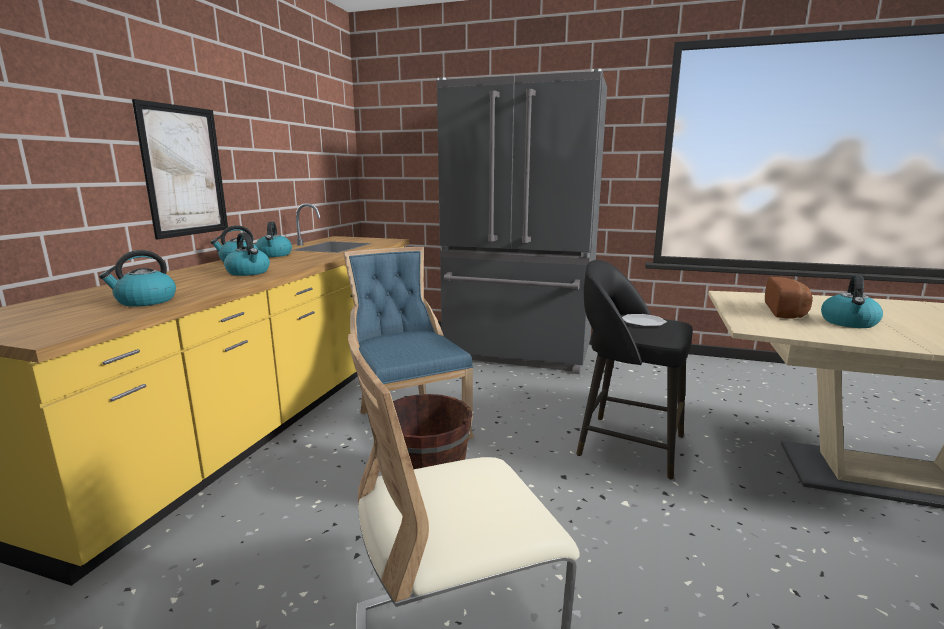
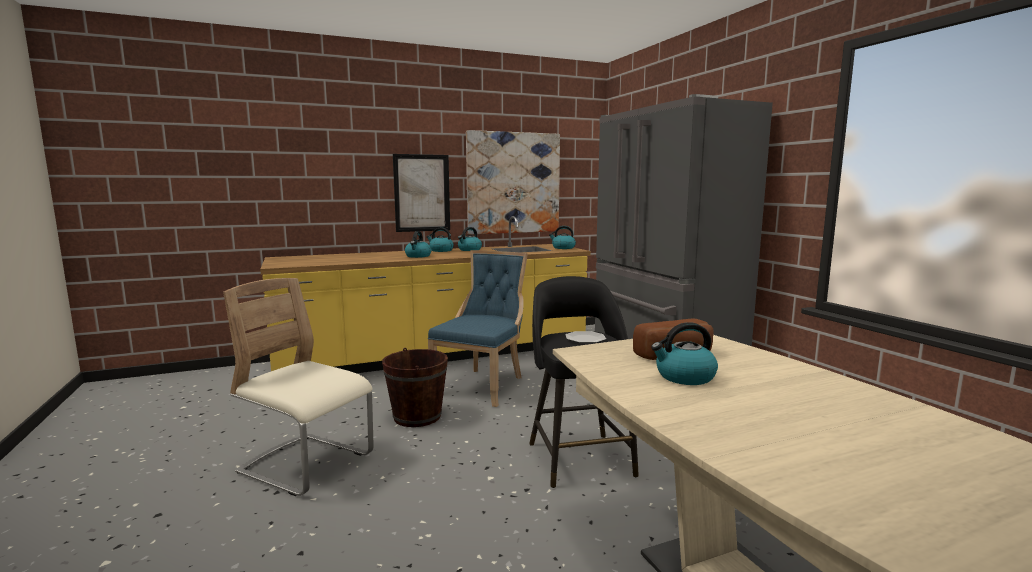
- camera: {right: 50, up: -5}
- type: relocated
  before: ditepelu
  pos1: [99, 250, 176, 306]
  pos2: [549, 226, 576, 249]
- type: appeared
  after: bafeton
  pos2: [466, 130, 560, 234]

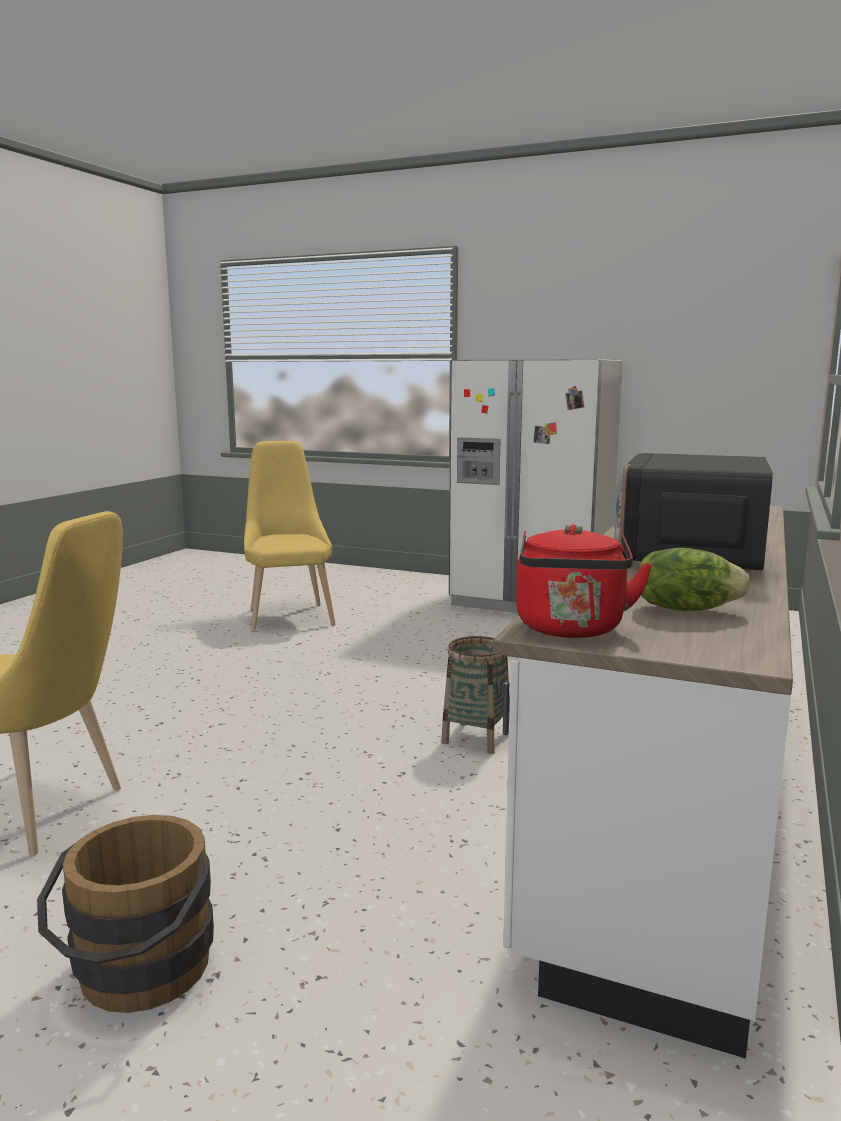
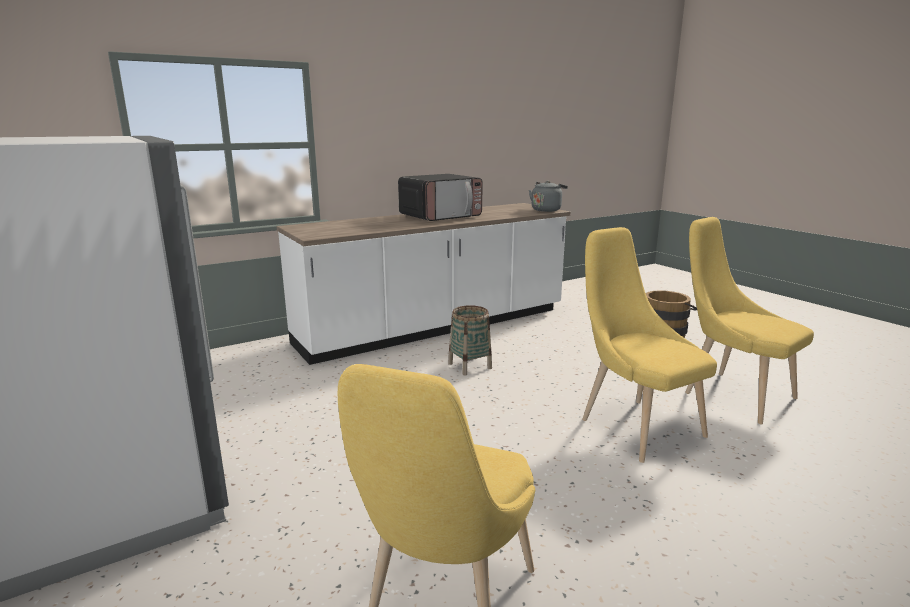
- camera: {right: -145, up: 5}
- type: colour
  before: red ditepelu
  after: grey ditepelu
  pos1: [516, 524, 653, 638]
  pos2: [529, 181, 568, 212]
- type: missing
  before: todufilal
  pos1: [638, 548, 750, 611]
- type: appeared
  after: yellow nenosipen
  pos2: [582, 227, 717, 463]

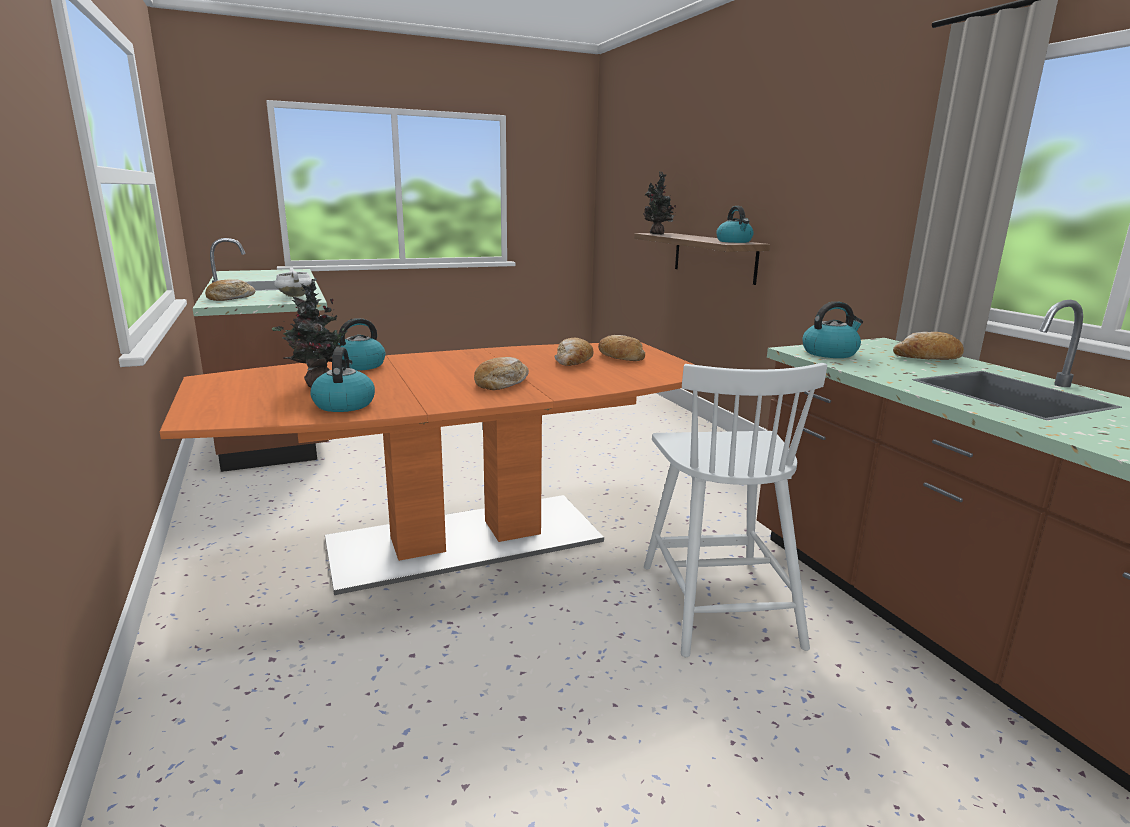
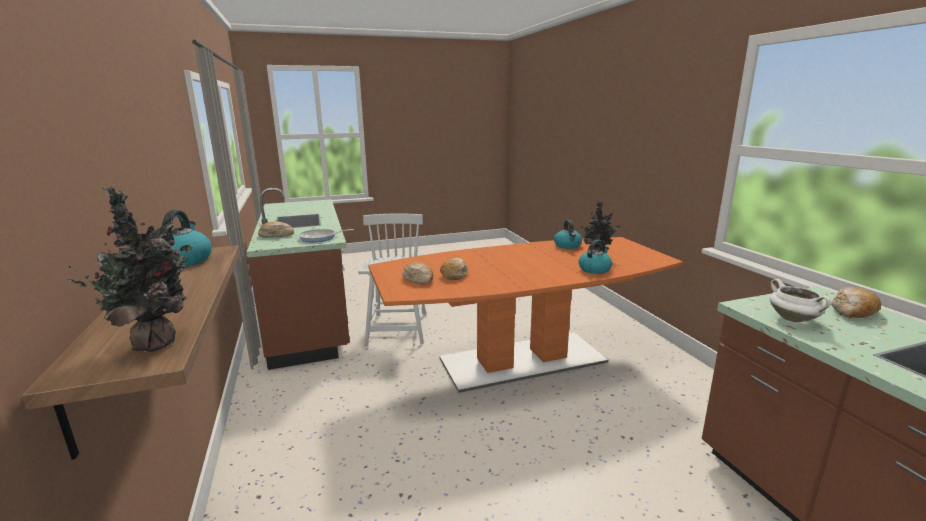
- camera: {right: -175, up: 0}
- type: missing
  before: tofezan
  pos1: [474, 357, 529, 390]
- type: exchanged
  before: ditepelu
  after: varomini
  pos1: [802, 301, 863, 358]
  pos2: [299, 229, 354, 242]

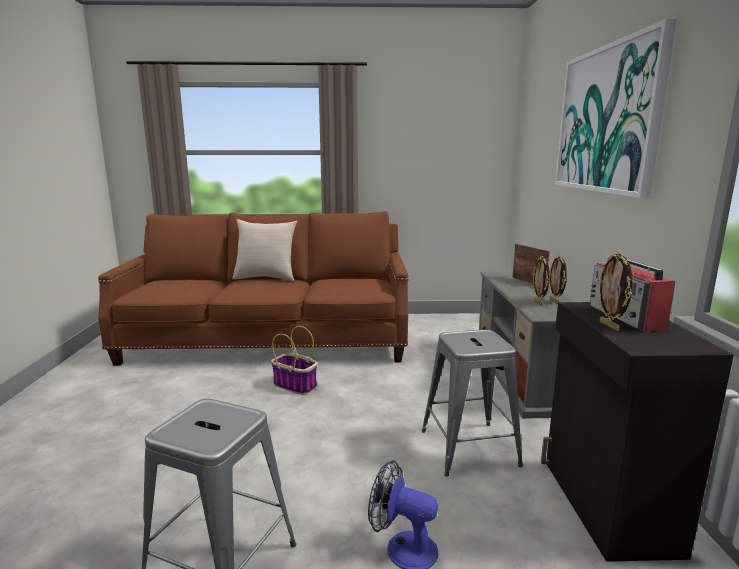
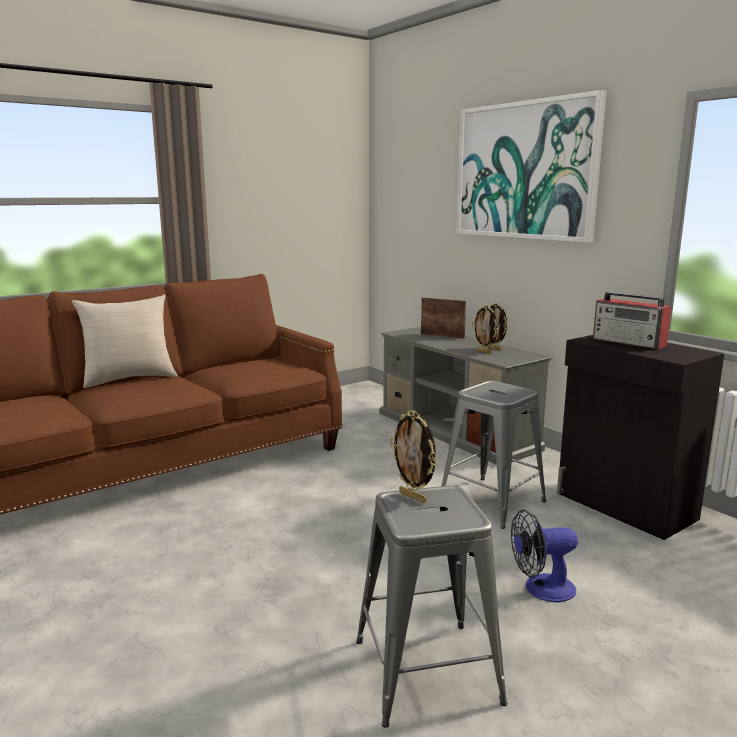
- camera: {right: -35, up: 0}
- type: missing
  before: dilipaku
  pos1: [271, 326, 318, 395]
- type: relocated
  before: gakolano
  pos1: [598, 251, 633, 331]
  pos2: [390, 410, 437, 503]

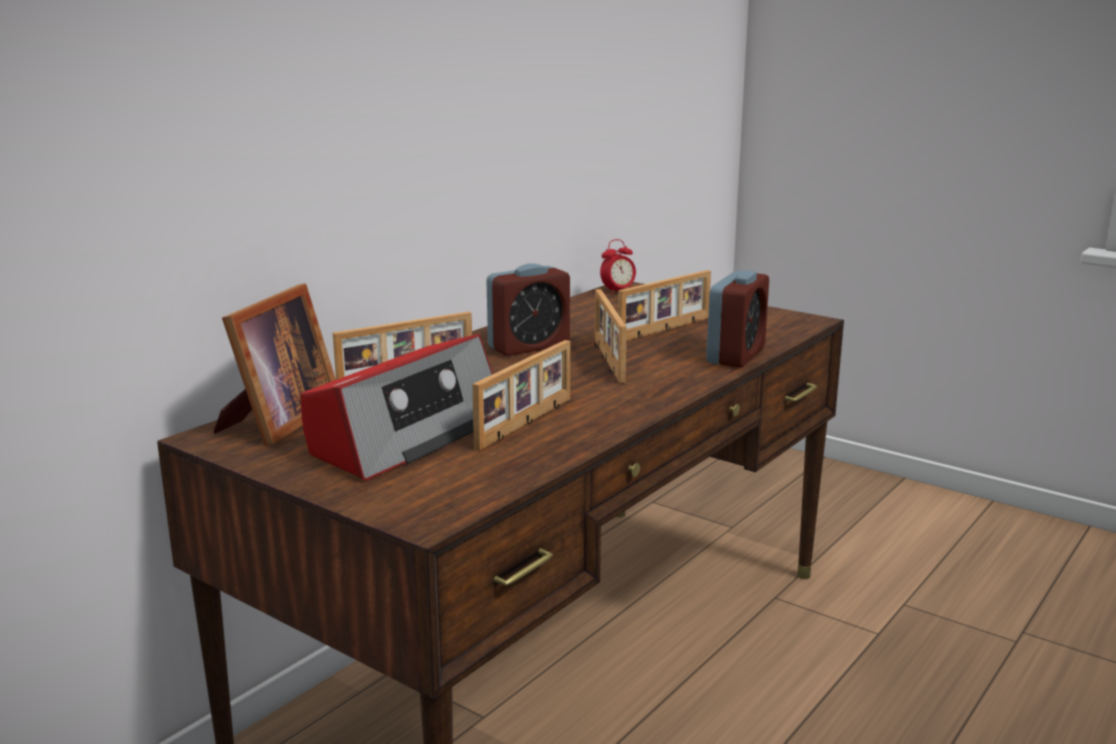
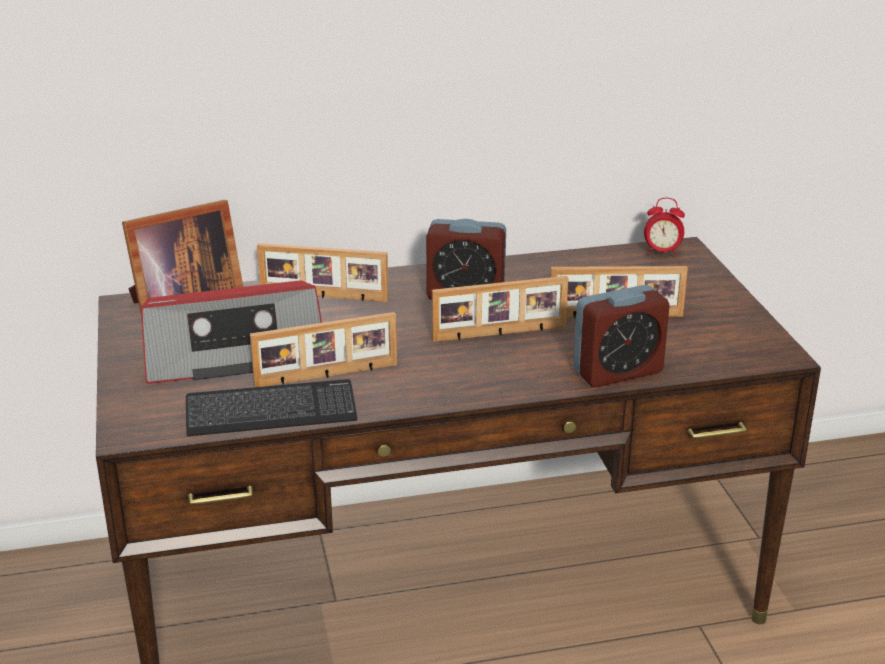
- camera: {right: 40, up: 10}
- type: spun
  before: gakolano
  pos1: [595, 289, 627, 383]
  pos2: [432, 276, 569, 342]
  turn: -135
- type: appeared
  after: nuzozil
  pos2: [186, 379, 357, 436]

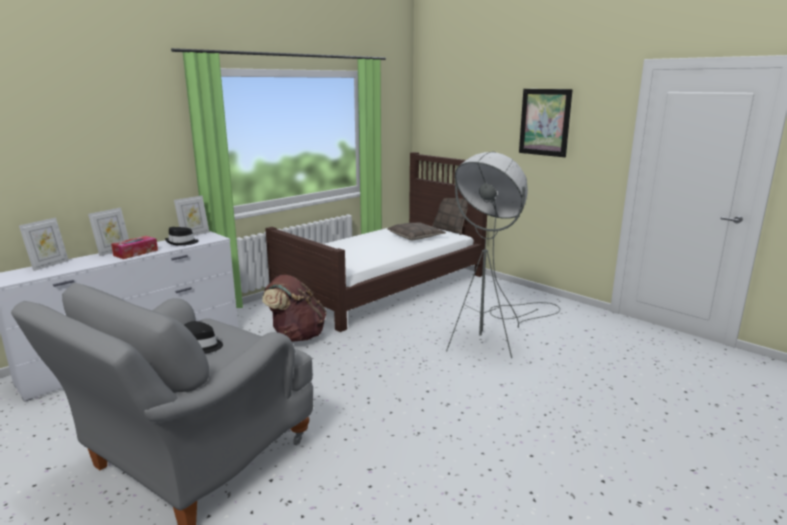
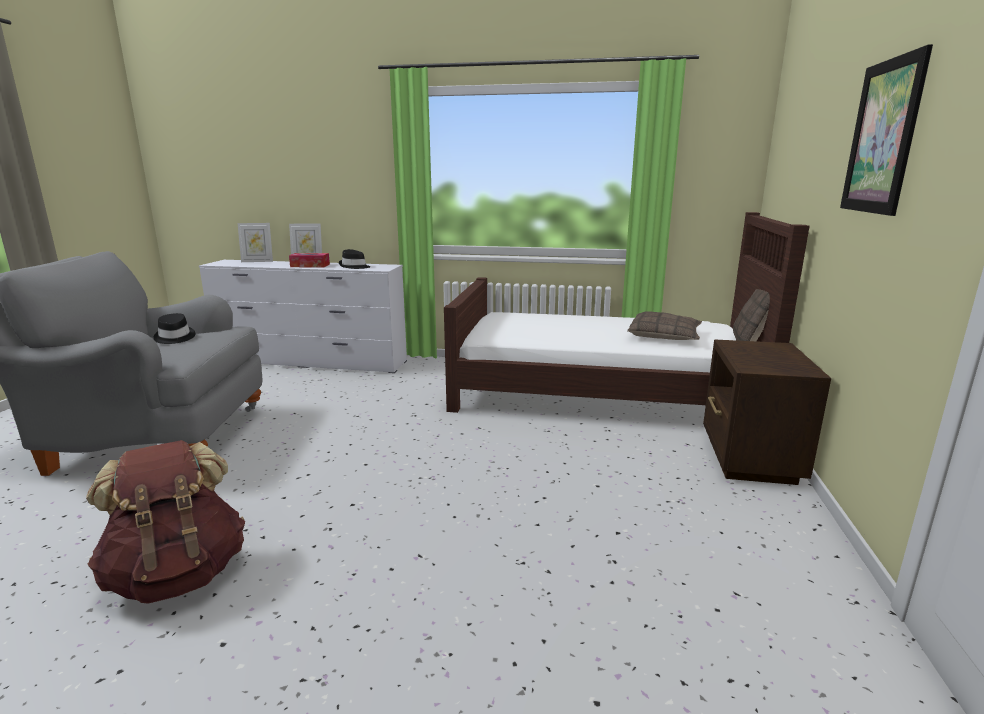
- camera: {right: 55, up: 0}
- type: missing
  before: gakolano
  pos1: [174, 195, 209, 236]
- type: relocated
  before: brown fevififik
  pos1: [262, 275, 326, 342]
  pos2: [86, 440, 245, 604]
- type: missing
  before: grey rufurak
  pos1: [446, 152, 560, 358]
- type: appeared
  after: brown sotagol
  pos2: [703, 340, 831, 485]

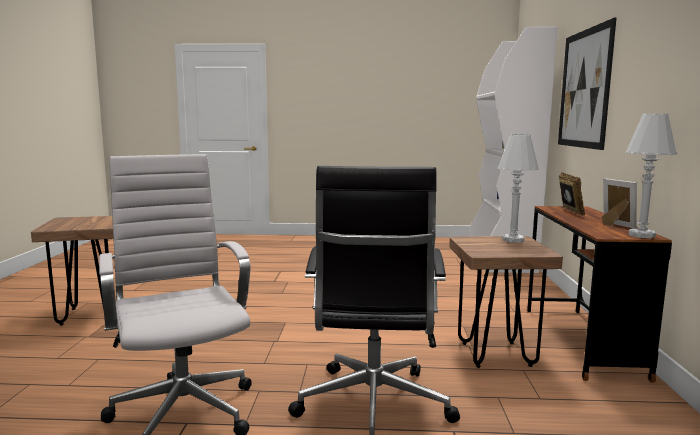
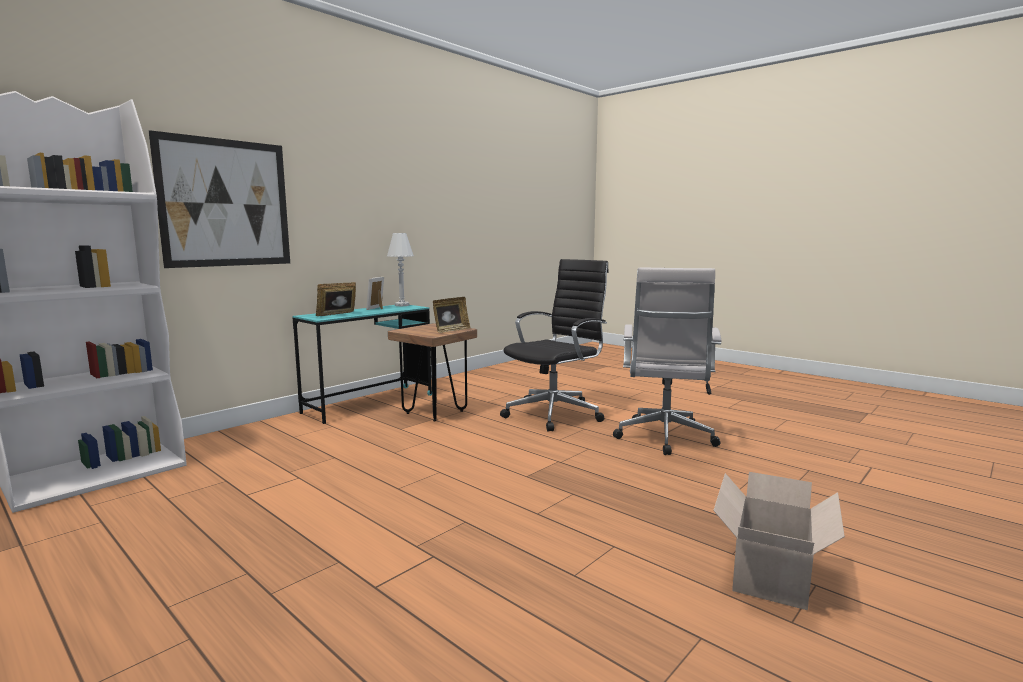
- camera: {right: -140, up: 0}
- type: exchanged
  before: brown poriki
  after: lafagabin
  pos1: [31, 216, 113, 326]
  pos2: [713, 472, 845, 610]
- type: missing
  before: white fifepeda
  pos1: [498, 134, 539, 243]
- type: colour
  before: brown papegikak
  after: turquoise papegikak
  pos1: [527, 206, 672, 383]
  pos2: [293, 305, 432, 424]
- type: appeared
  after: gakolano
  pos2: [433, 297, 471, 333]

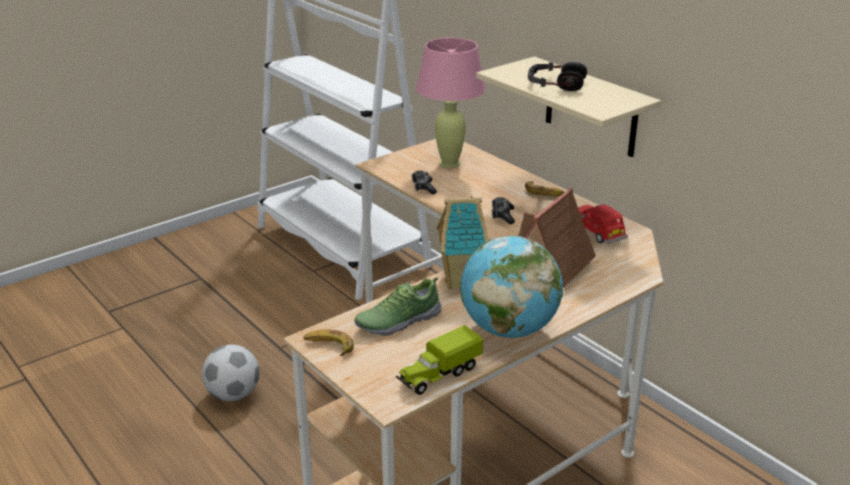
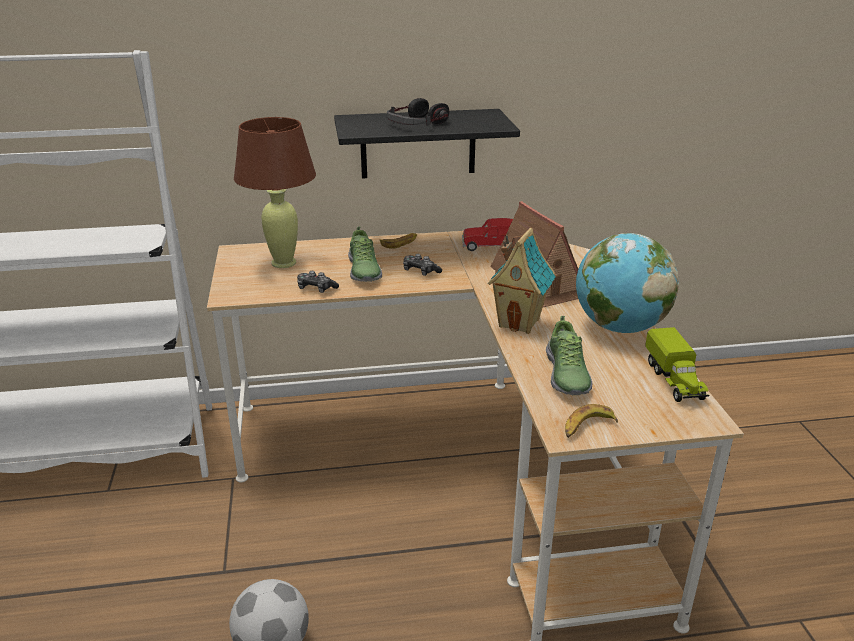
- camera: {right: -60, up: 0}
- type: colour
  before: pink fifepeda
  after: brown fifepeda
  pos1: [416, 37, 486, 168]
  pos2: [234, 117, 316, 268]
- type: colour
  before: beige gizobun
  after: black gizobun
  pos1: [476, 57, 661, 157]
  pos2: [334, 109, 520, 178]
- type: appeared
  after: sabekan
  pos2: [348, 226, 382, 282]

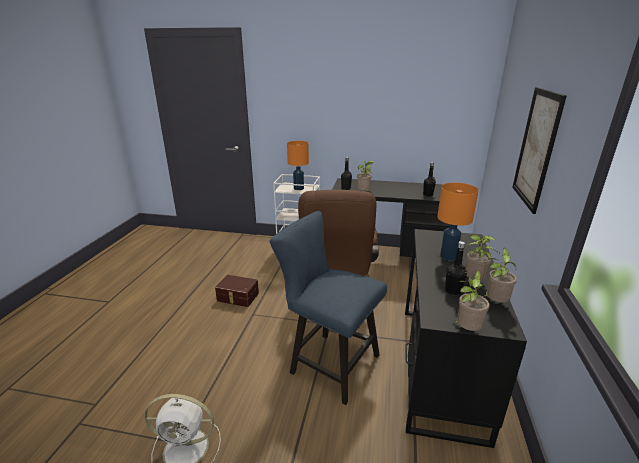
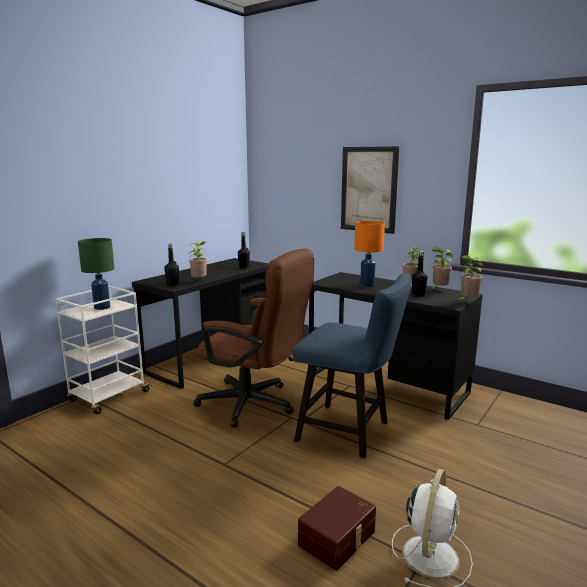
- camera: {right: -65, up: -10}
- type: relocated
  before: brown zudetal
  pos1: [215, 275, 259, 307]
  pos2: [298, 486, 376, 571]
- type: spun
  before: blue nenosipen
  pos1: [270, 211, 387, 405]
  pos2: [292, 273, 411, 459]
  turn: -120
- type: colour
  before: orange fifepeda
  after: green fifepeda
  pos1: [287, 141, 309, 190]
  pos2: [78, 238, 114, 310]

